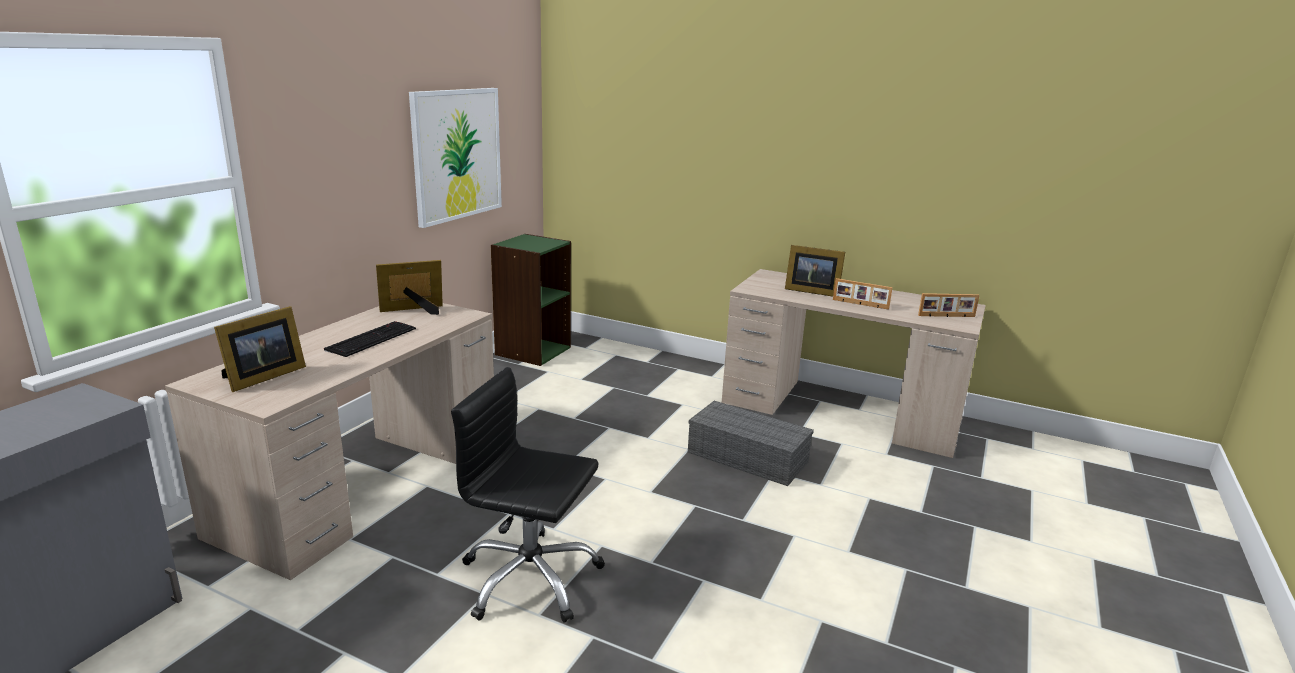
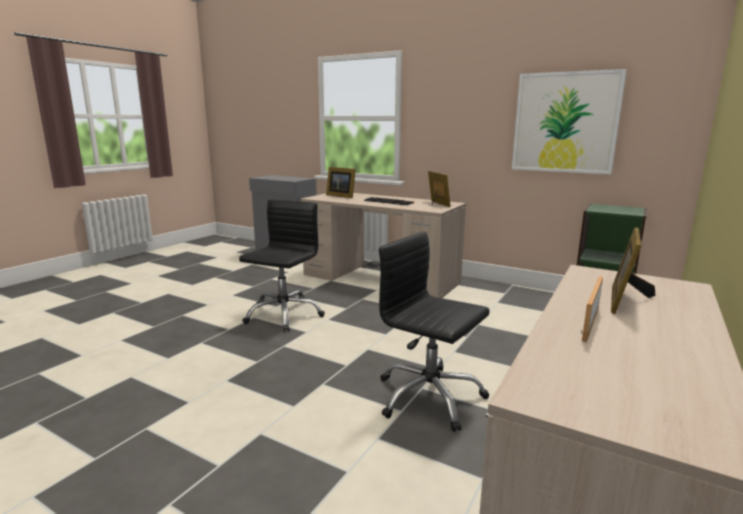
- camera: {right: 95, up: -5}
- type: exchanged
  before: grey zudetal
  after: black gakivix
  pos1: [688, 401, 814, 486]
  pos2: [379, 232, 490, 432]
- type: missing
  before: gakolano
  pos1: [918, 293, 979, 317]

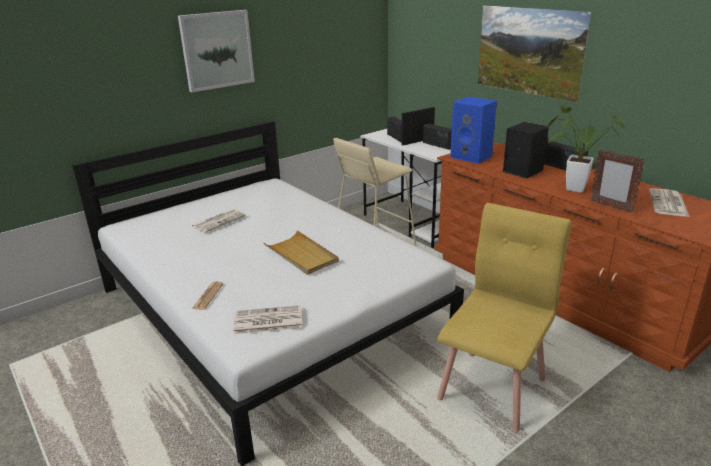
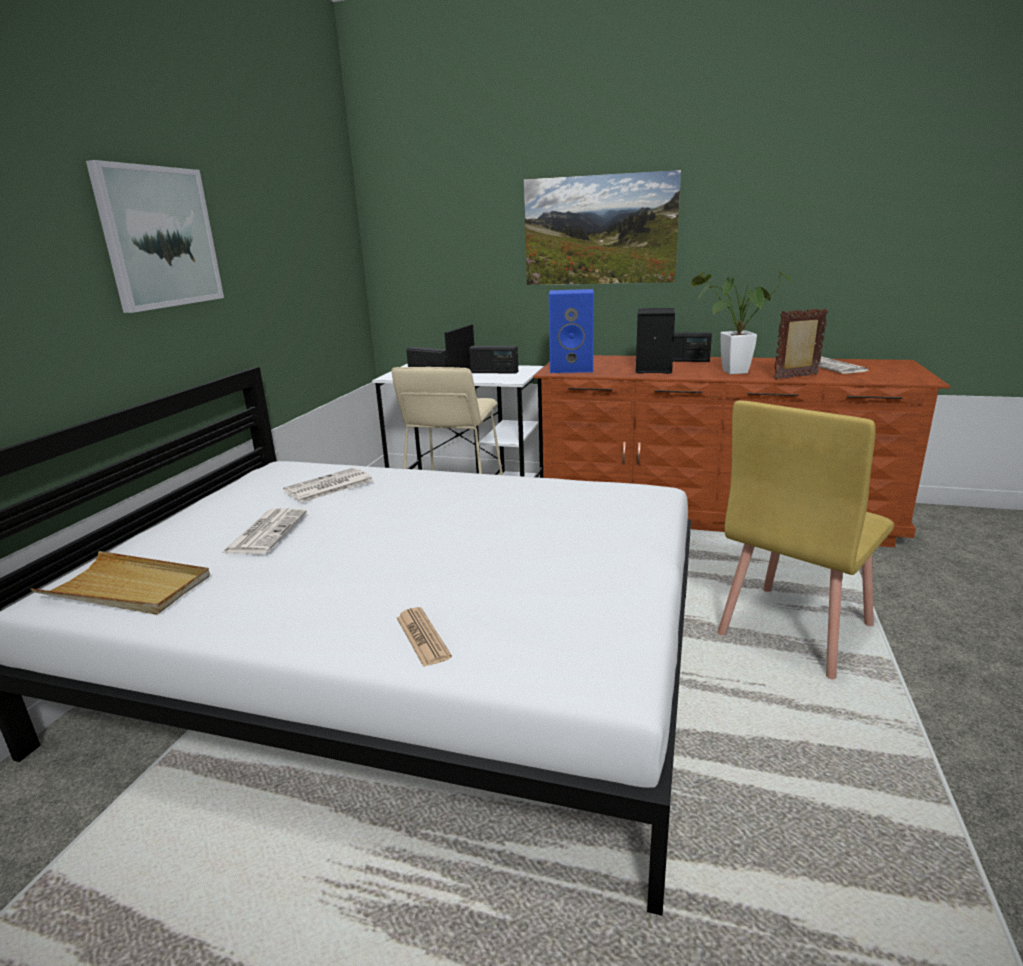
- camera: {right: -35, up: -5}
- type: relocated
  before: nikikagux
  pos1: [233, 305, 303, 334]
  pos2: [283, 467, 374, 503]
- type: relocated
  before: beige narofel
  pos1: [263, 230, 339, 275]
  pos2: [30, 551, 210, 615]
- type: spun
  before: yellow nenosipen
  pos1: [437, 203, 571, 432]
  pos2: [717, 400, 894, 679]
  turn: -135
- type: spun
  before: gakolano
  pos1: [590, 149, 645, 213]
  pos2: [774, 308, 828, 380]
  turn: 150

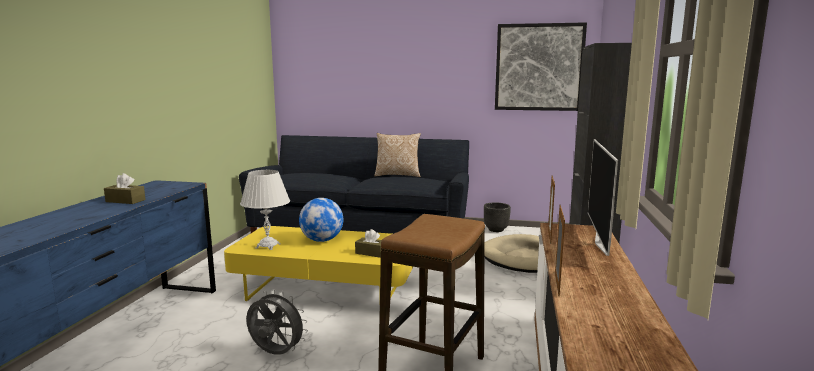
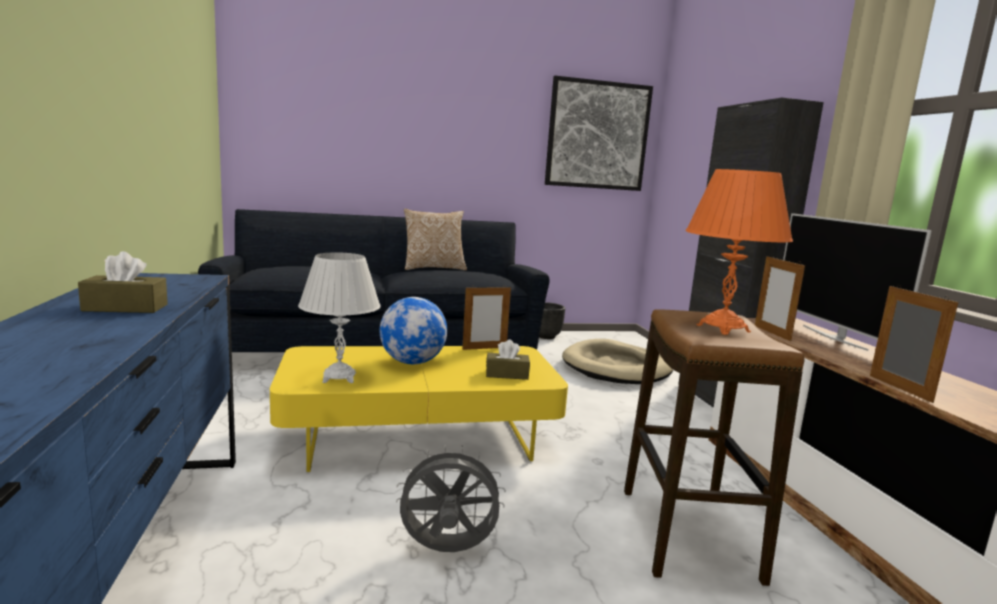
- camera: {right: -25, up: 0}
- type: appeared
  after: gakolano
  pos2: [462, 285, 511, 350]
- type: appeared
  after: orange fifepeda
  pos2: [686, 169, 793, 335]

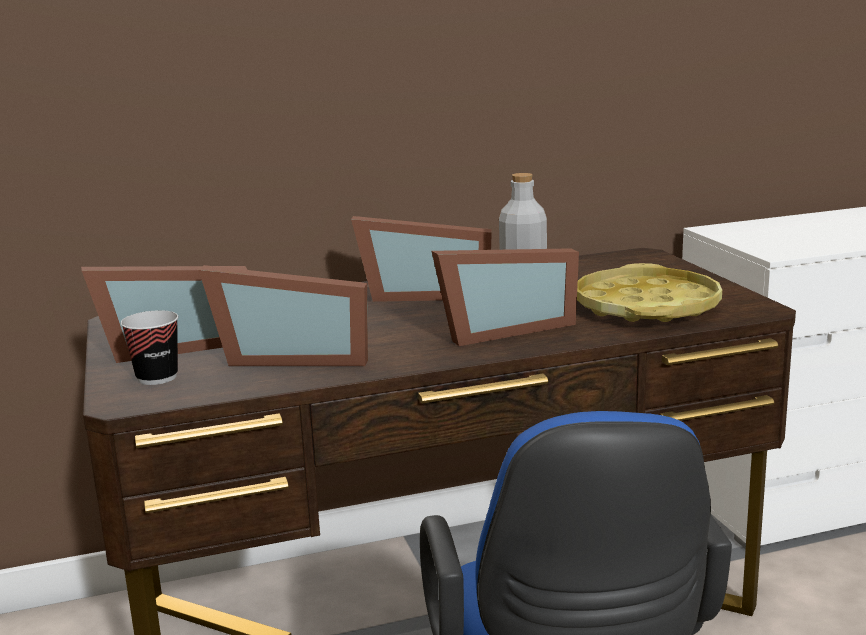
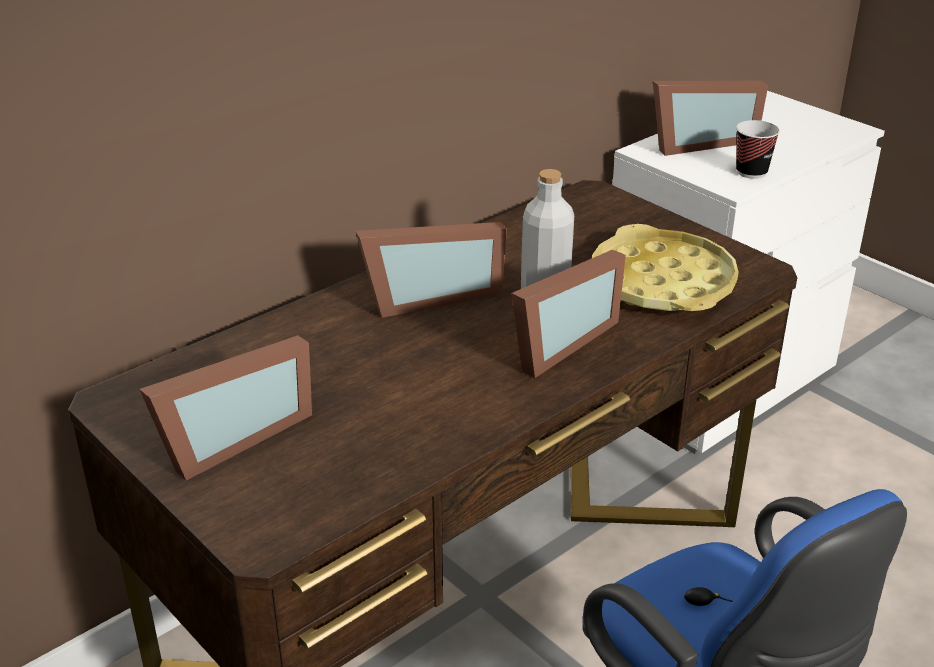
- camera: {right: -25, up: 15}
- type: relocated
  before: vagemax
  pos1: [120, 310, 179, 385]
  pos2: [736, 120, 780, 179]
- type: relocated
  before: gakolano
  pos1: [199, 265, 368, 366]
  pos2: [653, 81, 768, 156]

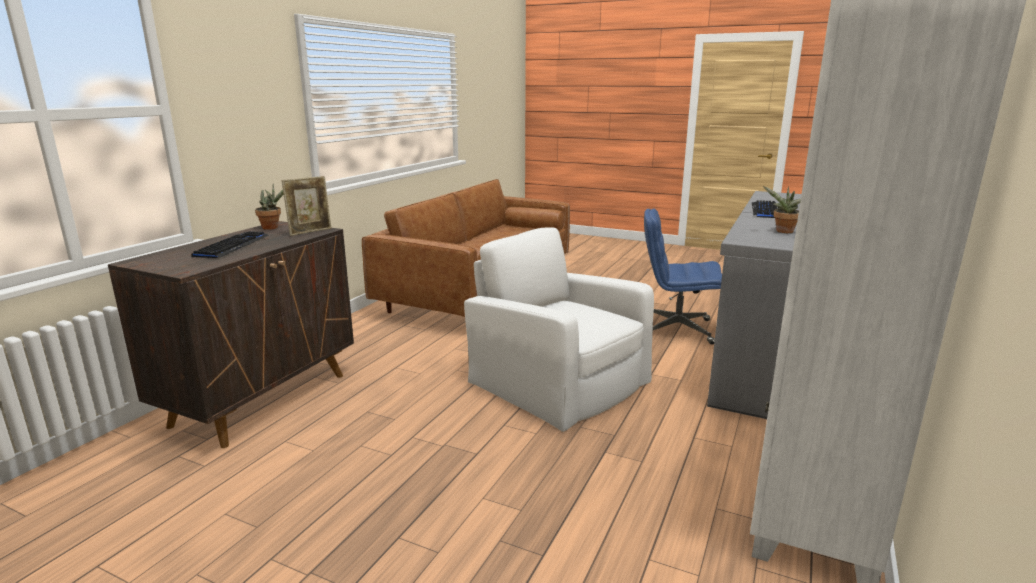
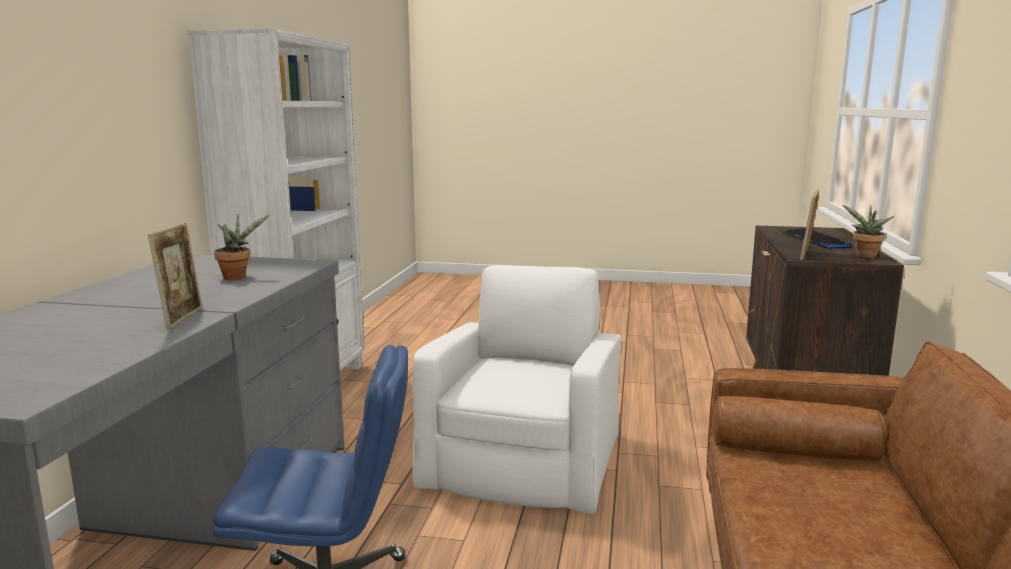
- camera: {right: 165, up: -5}
- type: spun
  before: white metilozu
  pos1: [464, 227, 654, 432]
  pos2: [413, 265, 621, 514]
  turn: -105
- type: exchanged
  before: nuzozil
  after: gakolano
  pos1: [752, 201, 778, 218]
  pos2: [148, 223, 202, 329]

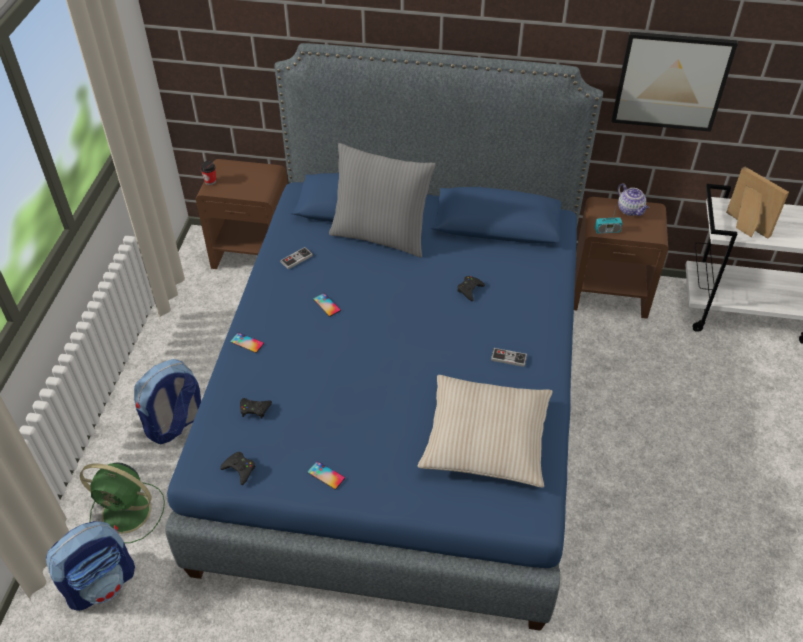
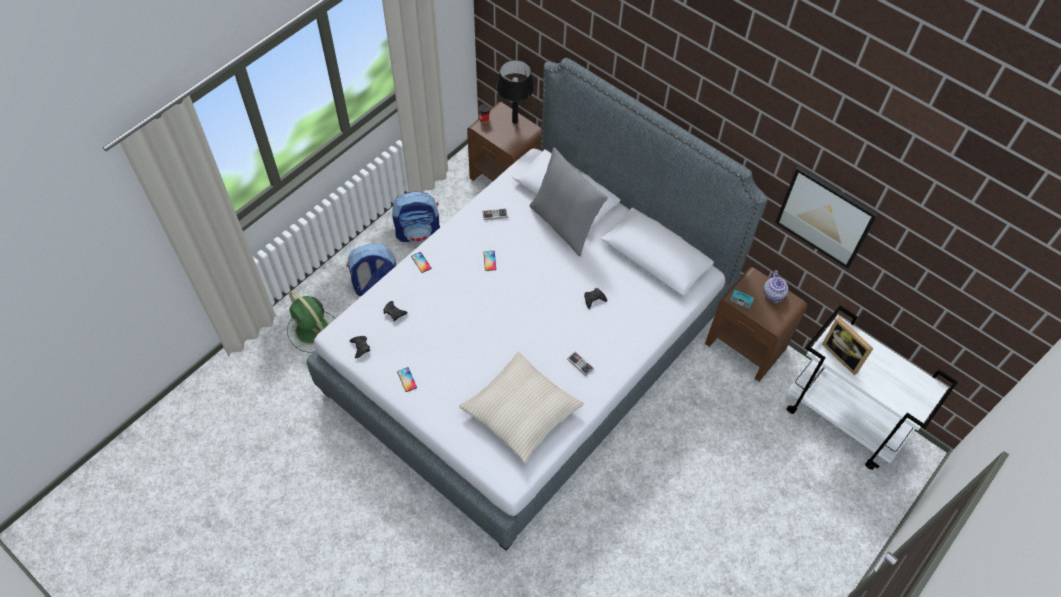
- camera: {right: 30, up: 10}
- type: relocated
  before: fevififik
  pos1: [46, 521, 135, 611]
  pos2: [392, 192, 440, 243]
- type: colour
  before: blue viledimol
  after: grey viledimol
  pos1: [165, 43, 603, 631]
  pos2: [307, 58, 767, 551]
- type: spun
  before: gakolano
  pos1: [726, 167, 789, 239]
  pos2: [822, 317, 874, 375]
  turn: 150
- type: appeared
  after: black fifepeda
  pos2: [496, 60, 534, 124]

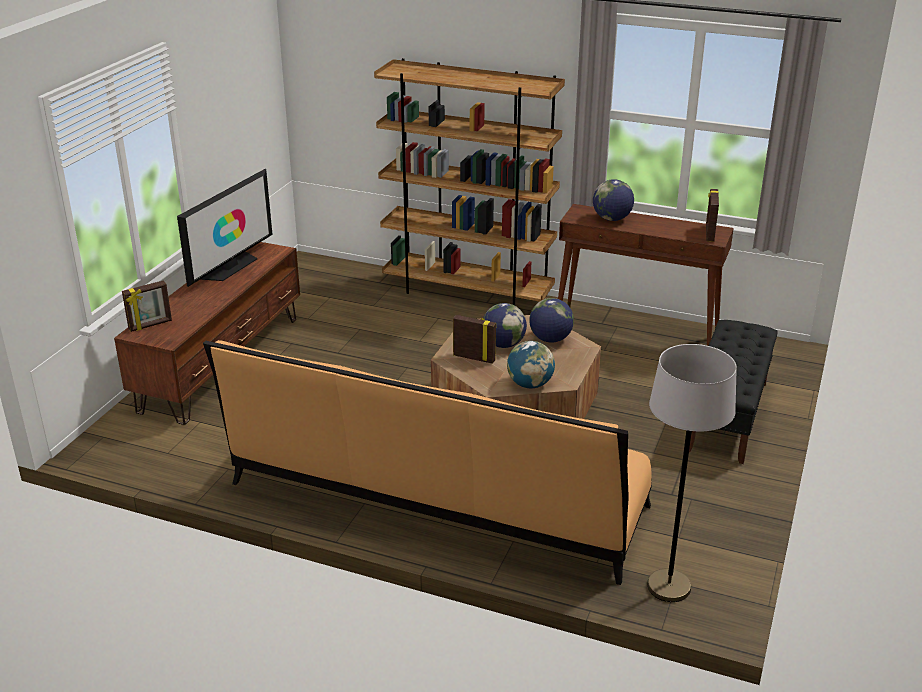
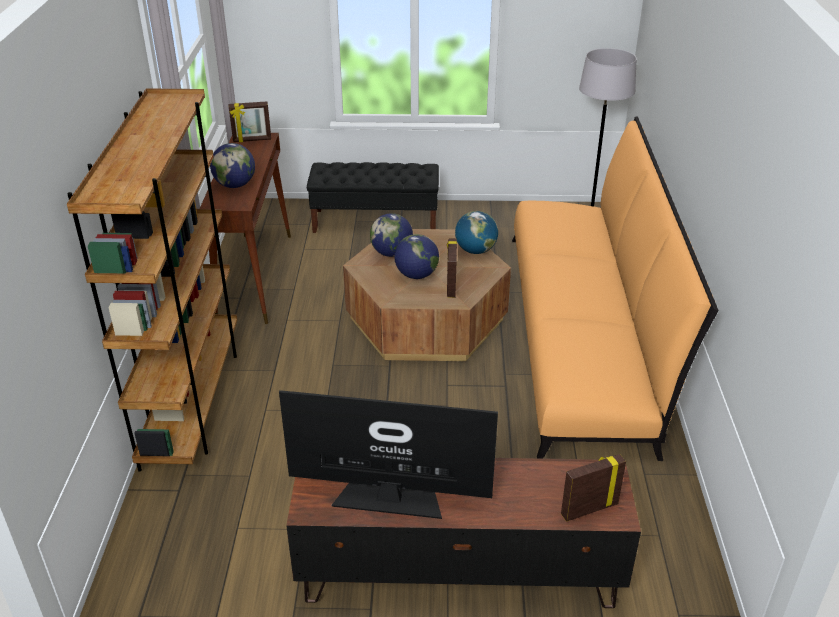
- camera: {right: -110, up: 5}
- type: spun
  before: gakolano
  pos1: [122, 280, 172, 332]
  pos2: [561, 454, 626, 522]
  turn: -60

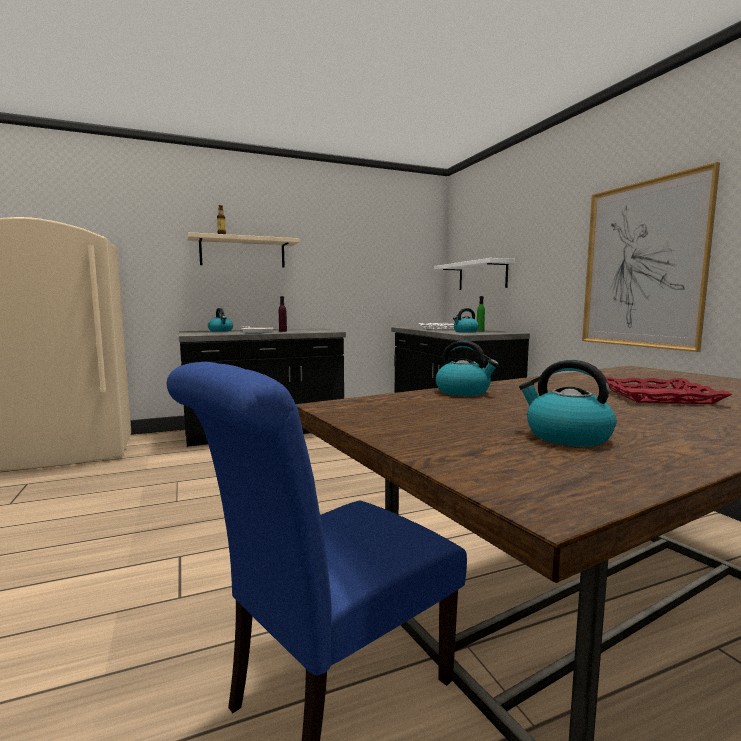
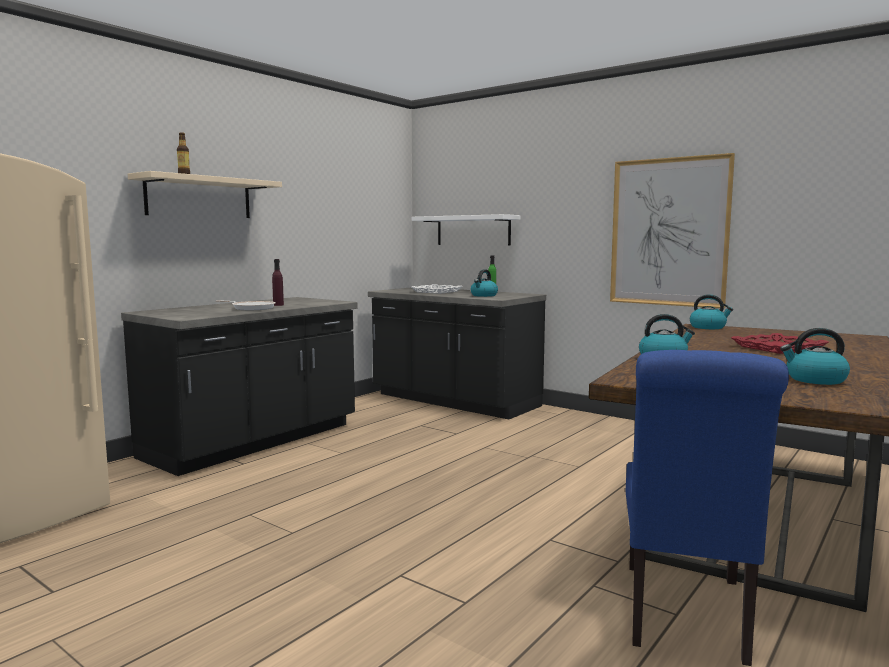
- camera: {right: -30, up: 0}
- type: relocated
  before: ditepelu
  pos1: [208, 308, 233, 332]
  pos2: [690, 295, 733, 329]

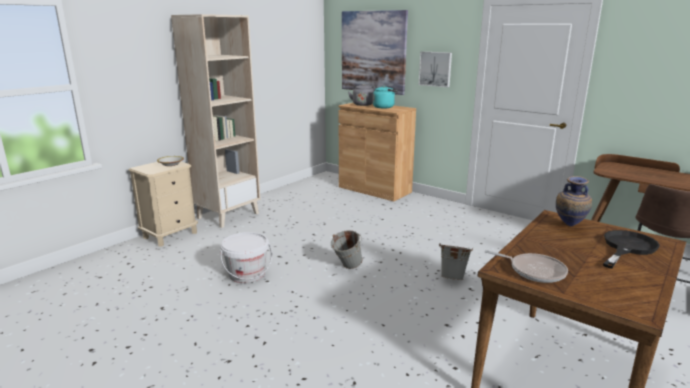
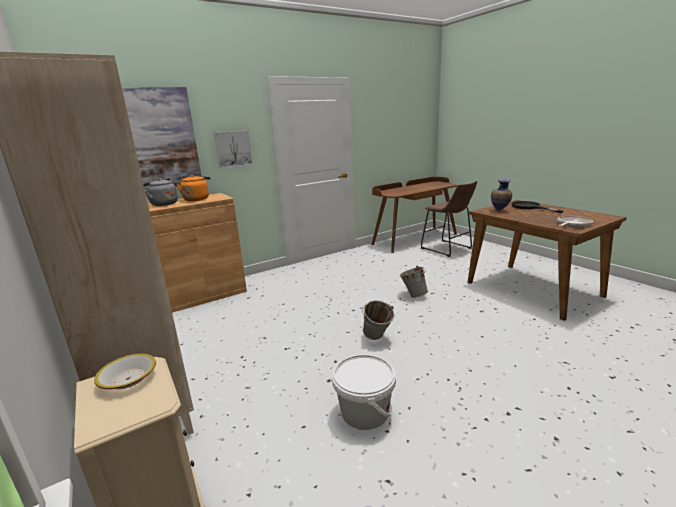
- camera: {right: -70, up: 0}
- type: colour
  before: turquoise ditepelu
  after: orange ditepelu
  pos1: [373, 86, 398, 108]
  pos2: [177, 175, 211, 201]

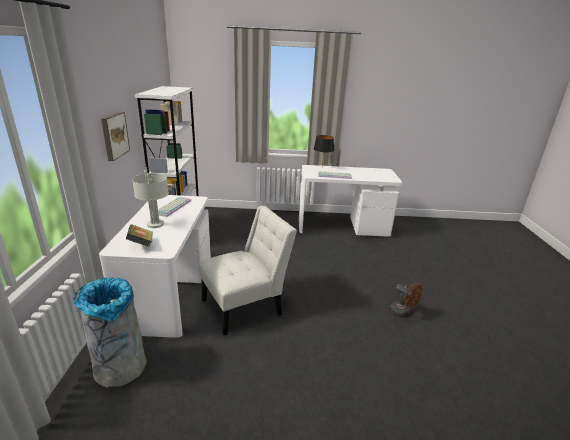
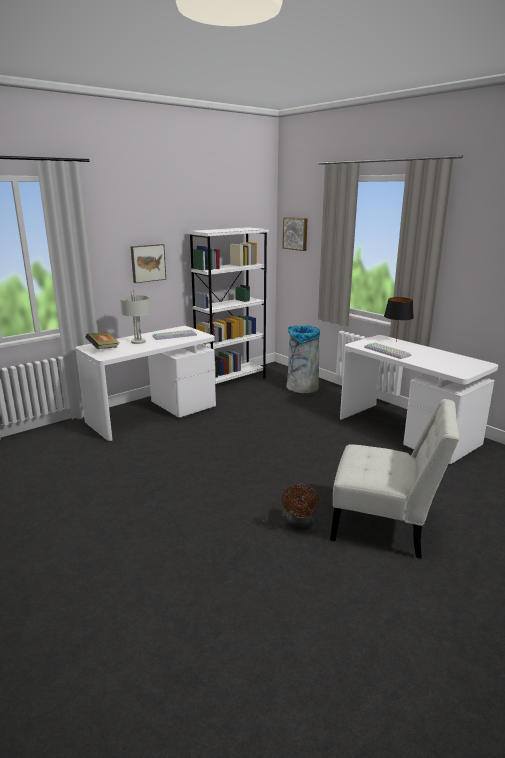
- camera: {right: 50, up: -5}
- type: relocated
  before: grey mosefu
  pos1: [73, 278, 147, 387]
  pos2: [286, 325, 320, 393]
- type: relocated
  before: white nenosipen
  pos1: [199, 206, 297, 336]
  pos2: [330, 399, 459, 559]
- type: appeared
  after: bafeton
  pos2: [282, 217, 307, 251]

